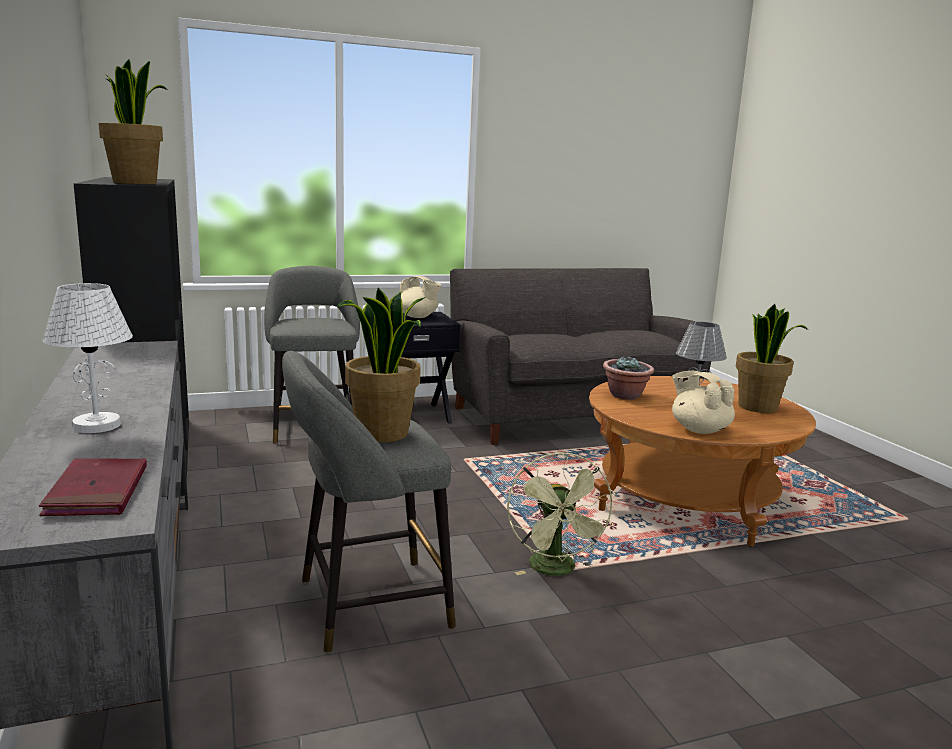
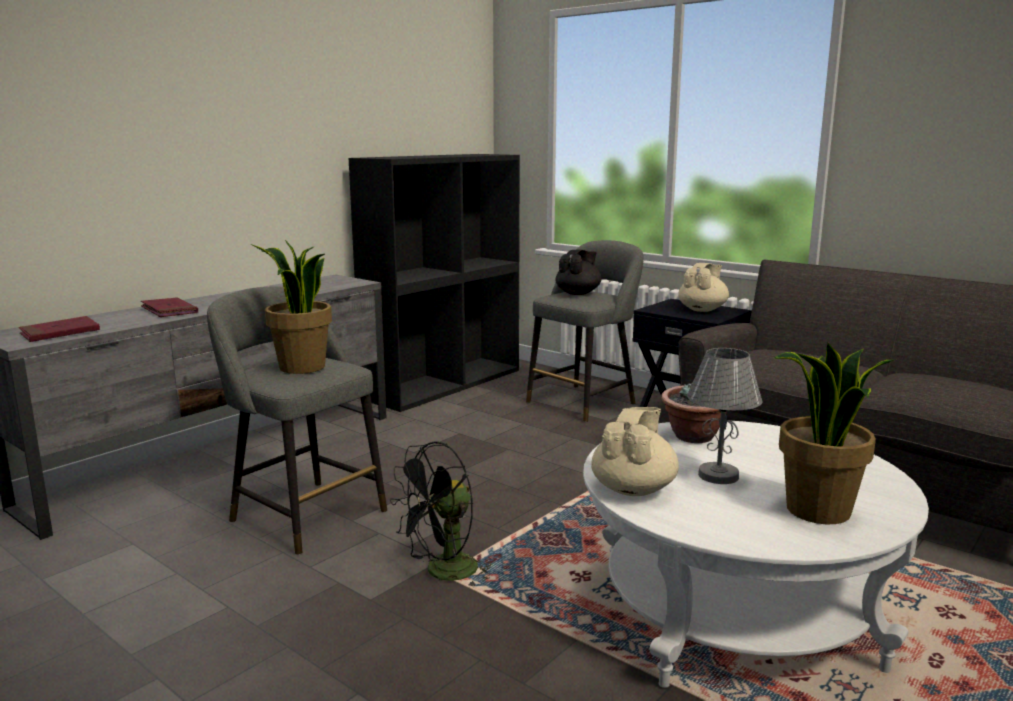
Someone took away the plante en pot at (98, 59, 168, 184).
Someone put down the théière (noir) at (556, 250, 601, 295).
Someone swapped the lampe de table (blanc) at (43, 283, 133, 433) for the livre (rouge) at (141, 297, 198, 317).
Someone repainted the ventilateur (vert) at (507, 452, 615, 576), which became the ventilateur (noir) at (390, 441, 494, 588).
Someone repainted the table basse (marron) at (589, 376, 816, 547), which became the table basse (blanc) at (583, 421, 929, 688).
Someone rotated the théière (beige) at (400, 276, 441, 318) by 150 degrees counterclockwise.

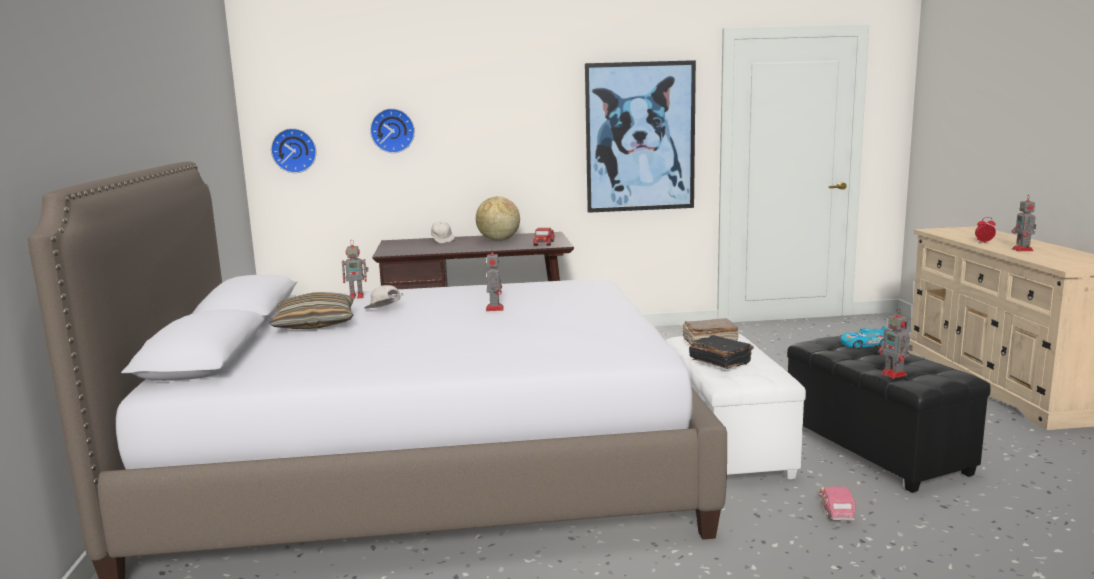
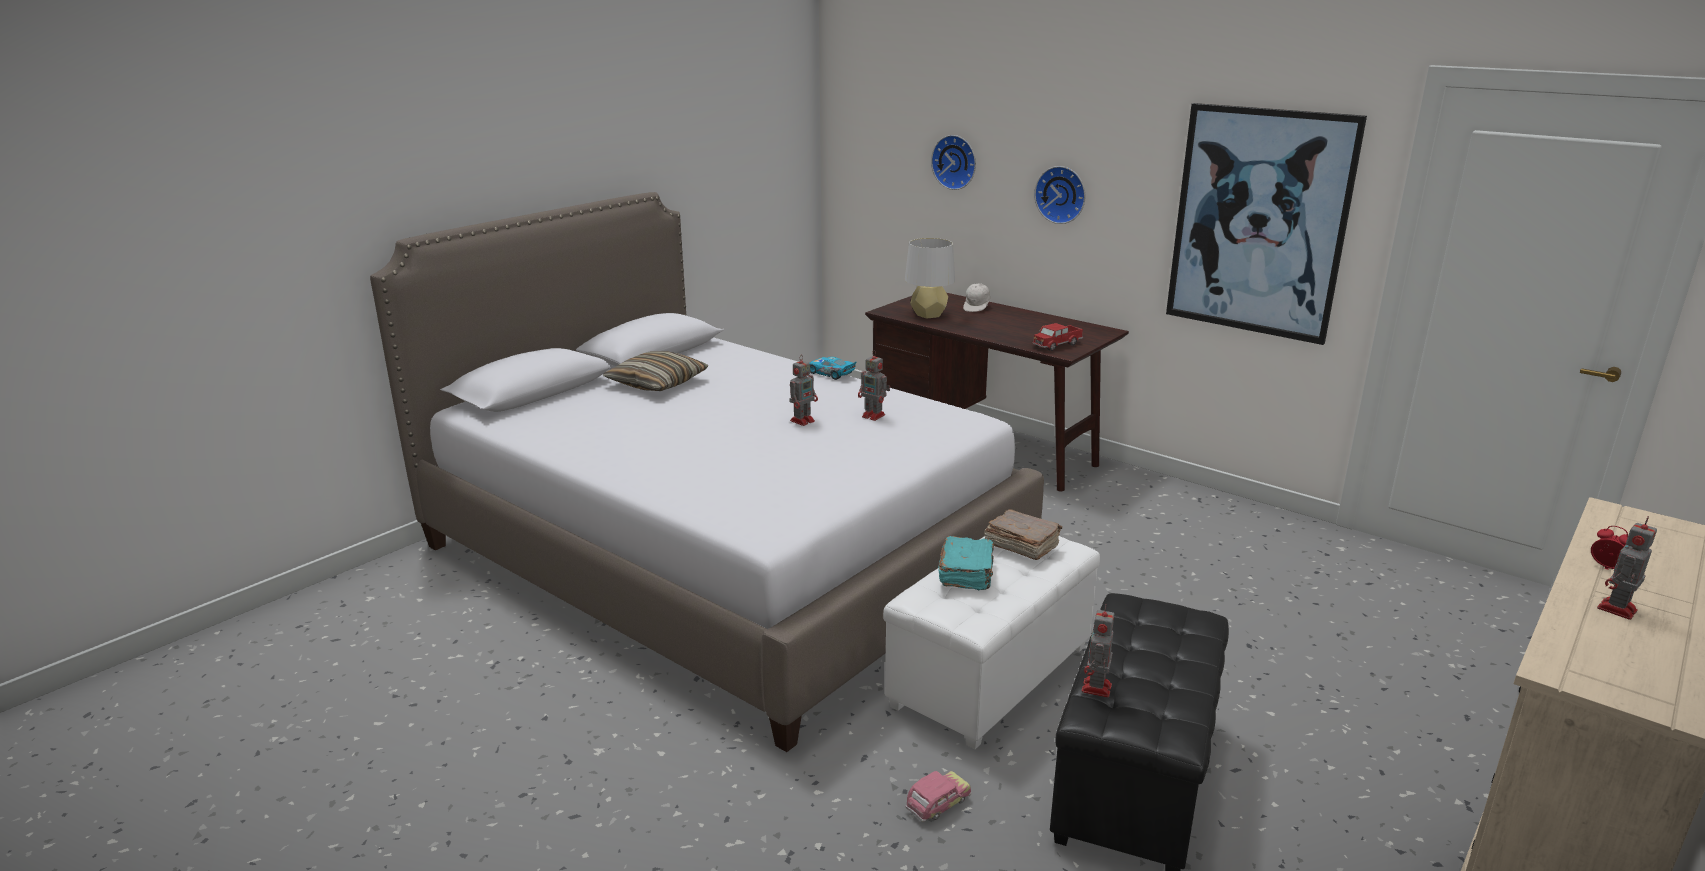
Someone took away the casquette (blanc) at (364, 285, 403, 309).
Someone took away the globe at (476, 196, 520, 241).
Someone put down the lampe de table (gris) at (905, 238, 955, 319).
Someone carried the horloge murale from (271, 128, 317, 173) to (1034, 166, 1085, 224).
Someone carried the robot jouet from (342, 240, 369, 299) to (858, 350, 890, 421).
Someone carried the petite voiture from (840, 326, 887, 349) to (810, 357, 856, 380).
Someone repainted the livre (noir) at (689, 335, 754, 369), which became the livre (turquoise) at (938, 536, 994, 590).

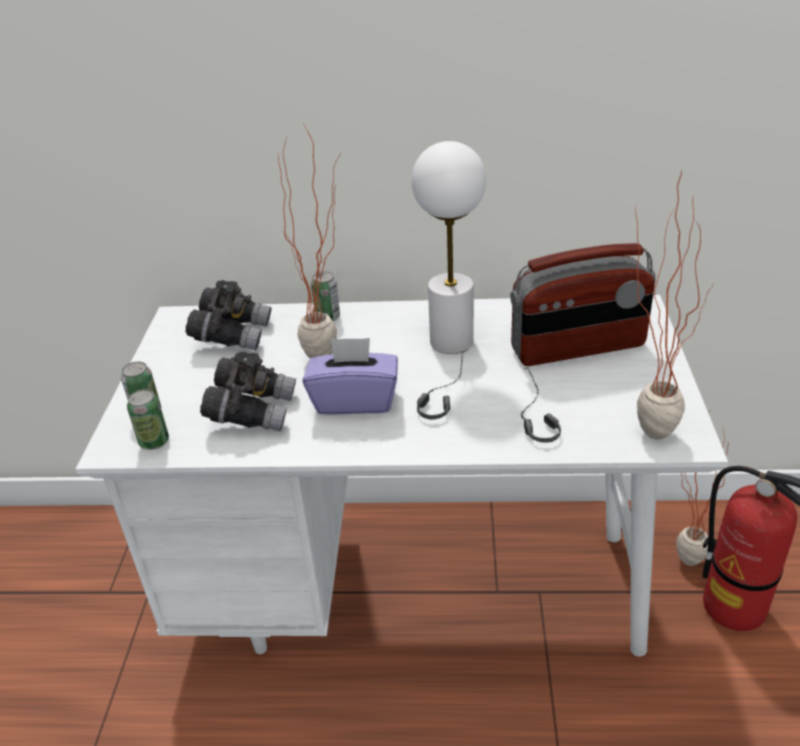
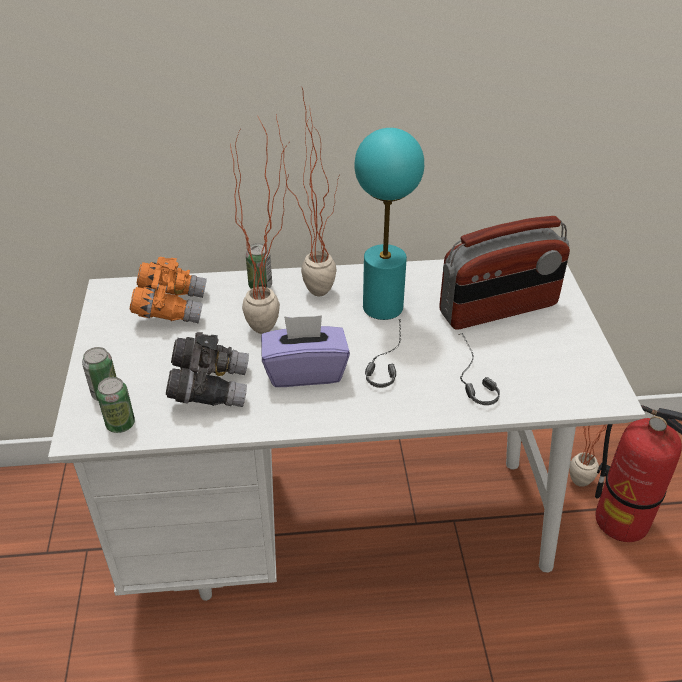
Someone carried the plante en pot from (635, 170, 714, 440) to (276, 88, 340, 296).
Someone repainted the jumelles (gris) at (186, 280, 271, 350), which became the jumelles (orange) at (129, 257, 207, 323).
Someone repainted the lampe de table (blanc) at (412, 141, 486, 354), which became the lampe de table (turquoise) at (354, 128, 424, 320).

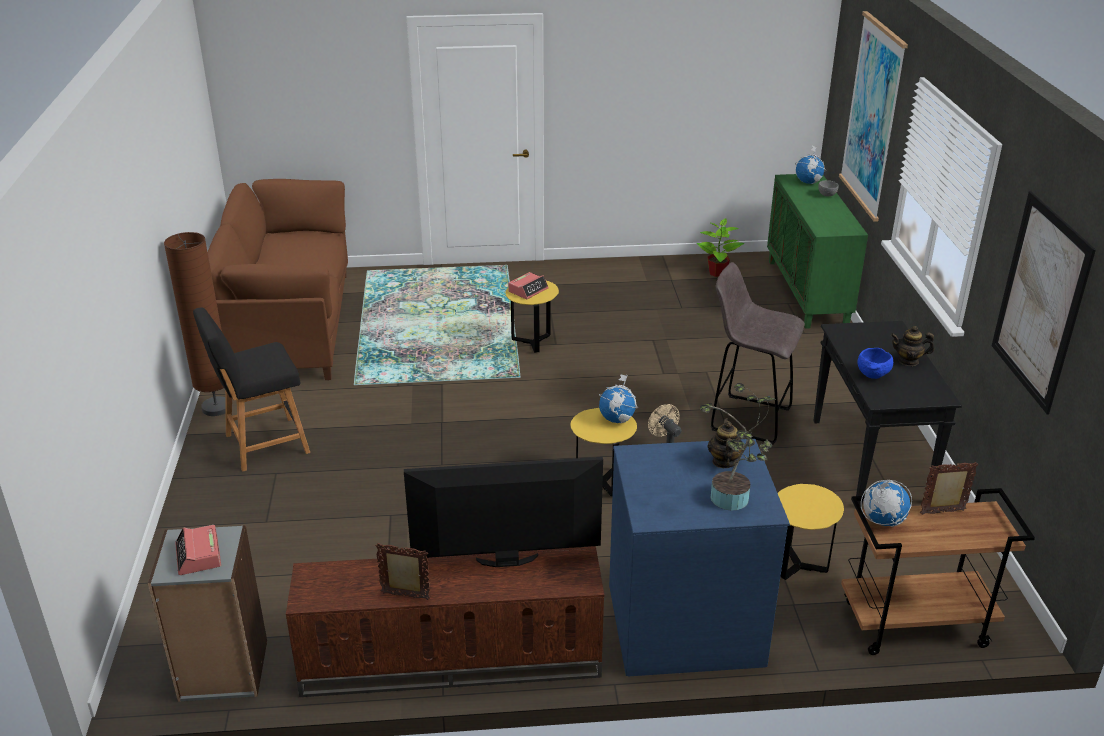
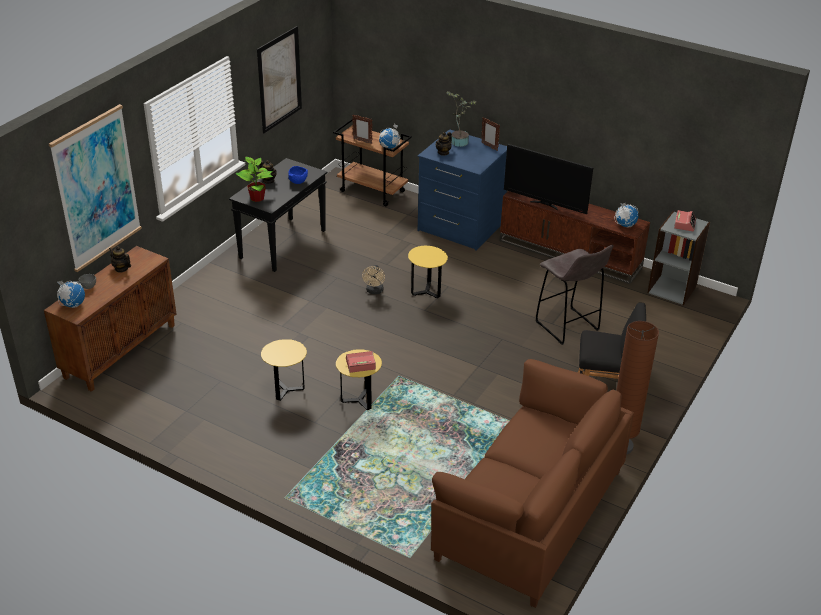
Someone put down the théière at (109, 246, 131, 273).
Someone carried the cadre photo from (375, 543, 430, 600) to (481, 117, 500, 151).
Someone carried the globe from (599, 374, 638, 423) to (614, 203, 638, 228).
Someone carried the plante en pot from (696, 218, 744, 277) to (235, 157, 273, 202).
Someone carried the tabouret (gris) from (711, 262, 805, 445) to (536, 245, 614, 345).
Someone carried the table d'appoint (jaune) from (778, 484, 844, 580) to (261, 339, 307, 401).
Someone repainted the meuble de rangement (vert) at (767, 174, 868, 329), which became the meuble de rangement (marron) at (44, 246, 176, 392).

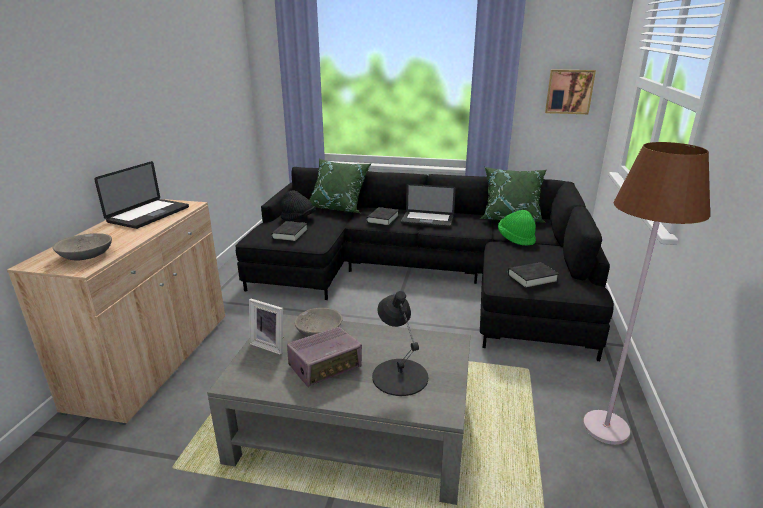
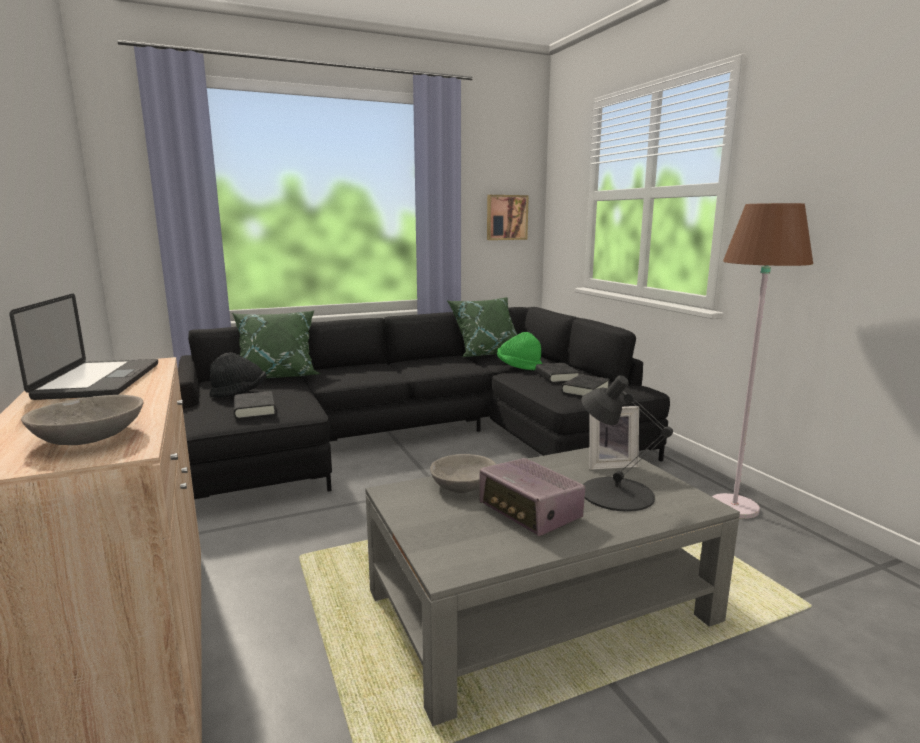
Someone took away the ordinateur portable at (401, 184, 456, 228).
Someone carried the cadre photo from (249, 299, 283, 355) to (589, 406, 639, 470).
Someone carried the livre (noir) from (366, 207, 399, 226) to (536, 363, 580, 383).
Someone rotated the radio at (287, 327, 362, 387) by 120 degrees clockwise.

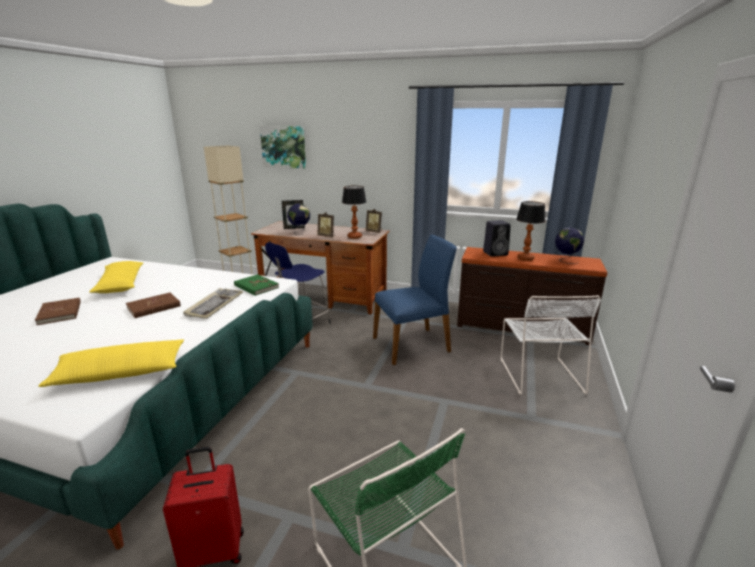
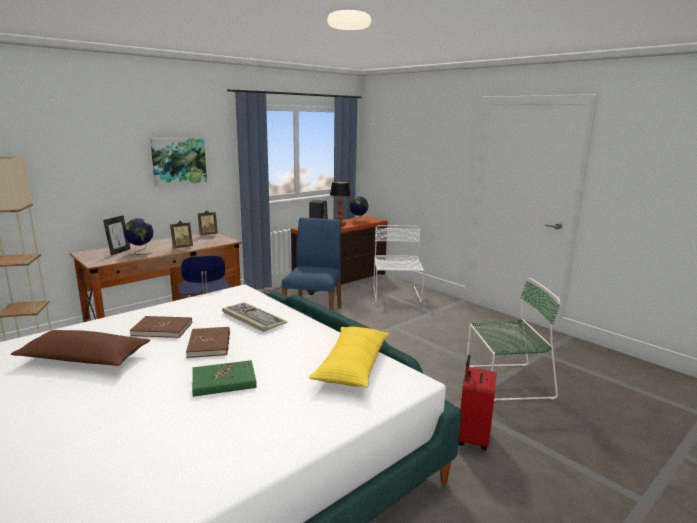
Someone took away the lampe de table at (342, 186, 366, 239).
Someone carried the livre (marron) from (35, 298, 81, 325) to (130, 316, 192, 338).
Someone carried the livre (vert) from (234, 274, 279, 296) to (192, 360, 257, 397).
Someone carried the tableau from (260, 126, 306, 169) to (150, 138, 207, 187).
Someone repainted the coussin (jaune) at (89, 261, 143, 293), which became the coussin (marron) at (11, 330, 150, 366).
Someone rotated the chaise (blanc) at (501, 295, 601, 395) by 120 degrees counterclockwise.

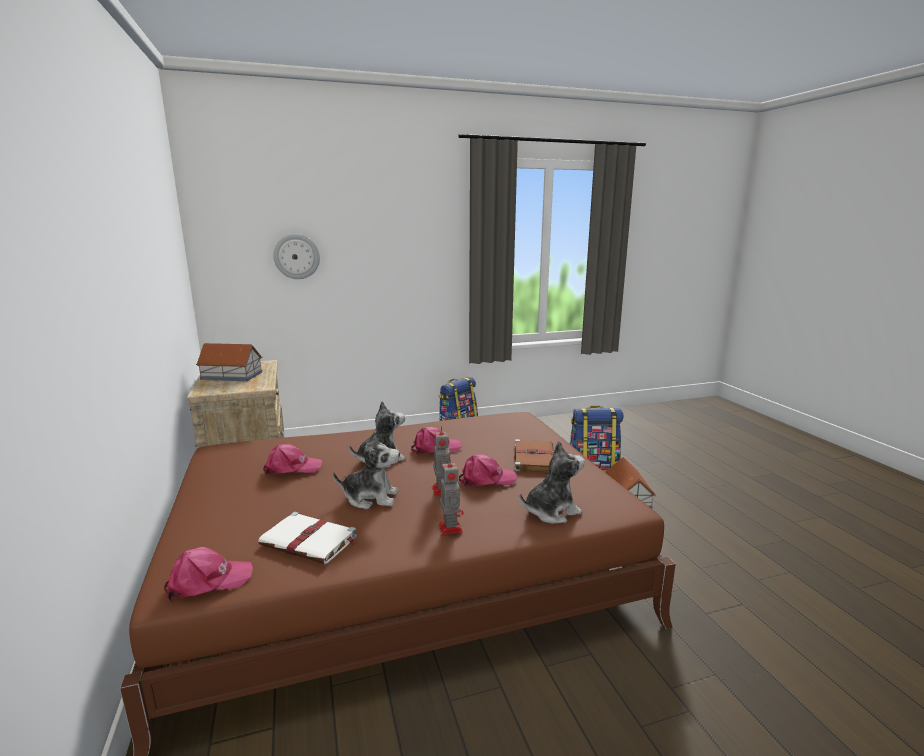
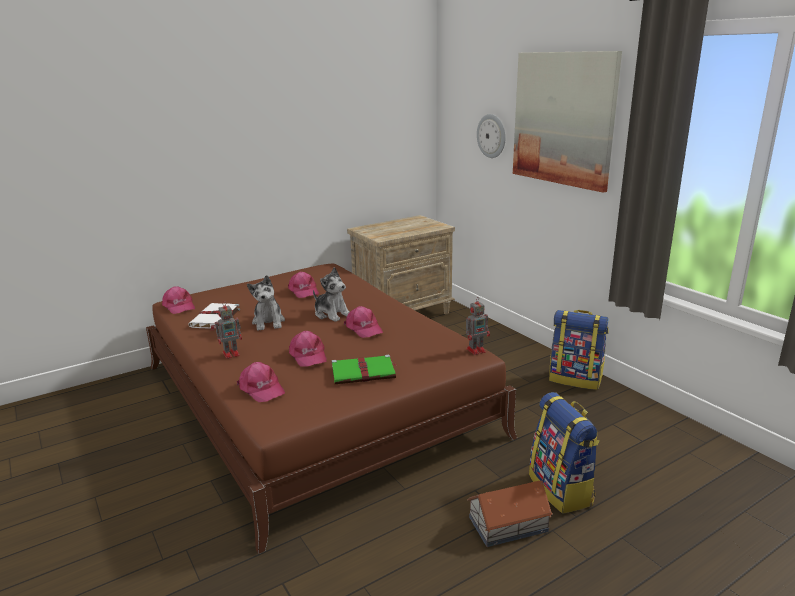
Someone took away the maison miniature at (196, 343, 263, 381).
Someone put up the tableau at (513, 51, 622, 193).
Someone carried the robot jouet from (432, 426, 450, 495) to (466, 298, 490, 355).
Someone swapped the peluche at (520, 441, 585, 524) for the casquette (rose) at (237, 362, 285, 402).
Someone repainted the livre (marron) at (515, 439, 554, 472), which became the livre (vert) at (331, 355, 396, 384).

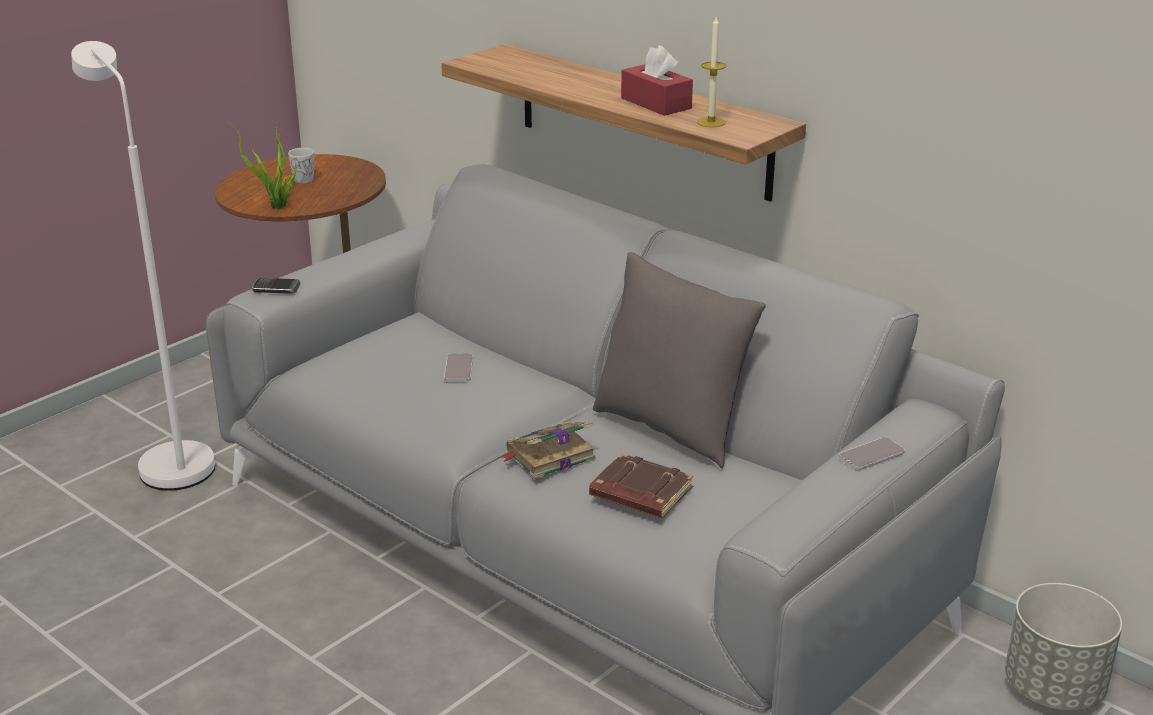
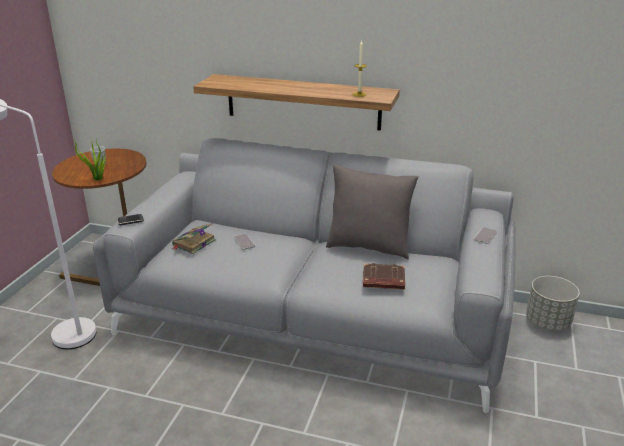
Someone took away the boîte à mouchoirs (rouge) at (621, 45, 693, 116).
Someone carried the livre from (499, 422, 596, 479) to (172, 223, 216, 254).

